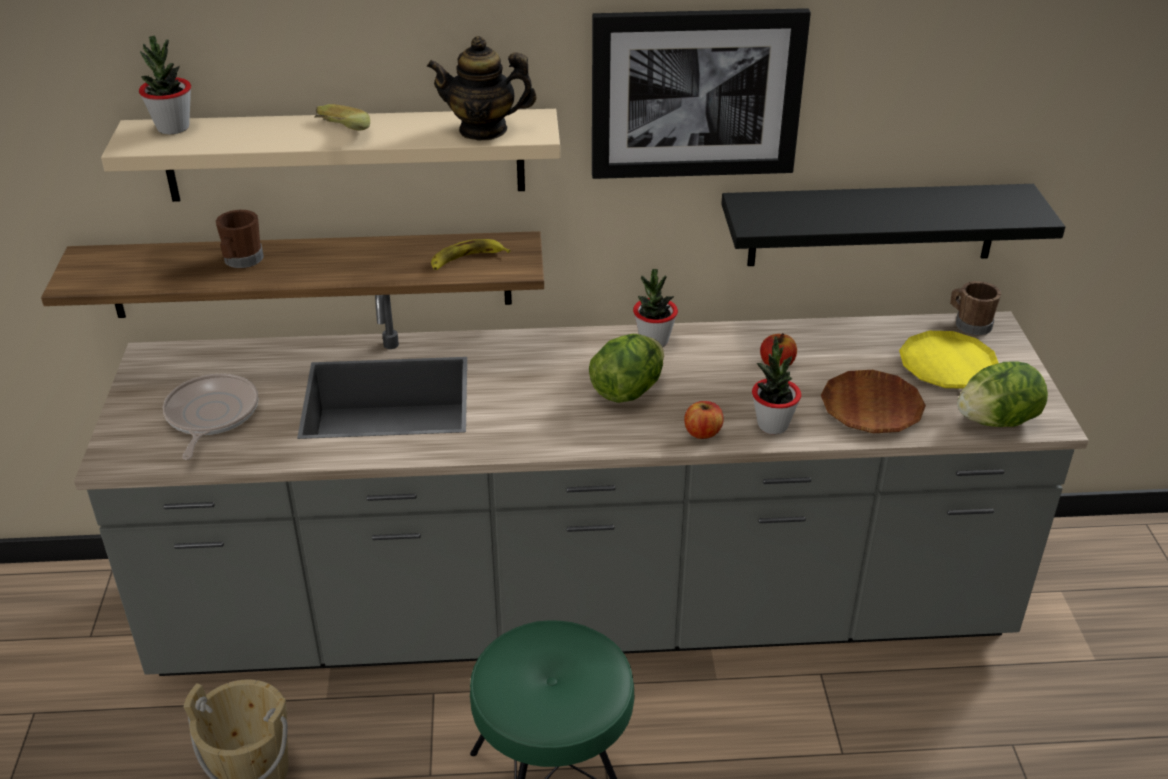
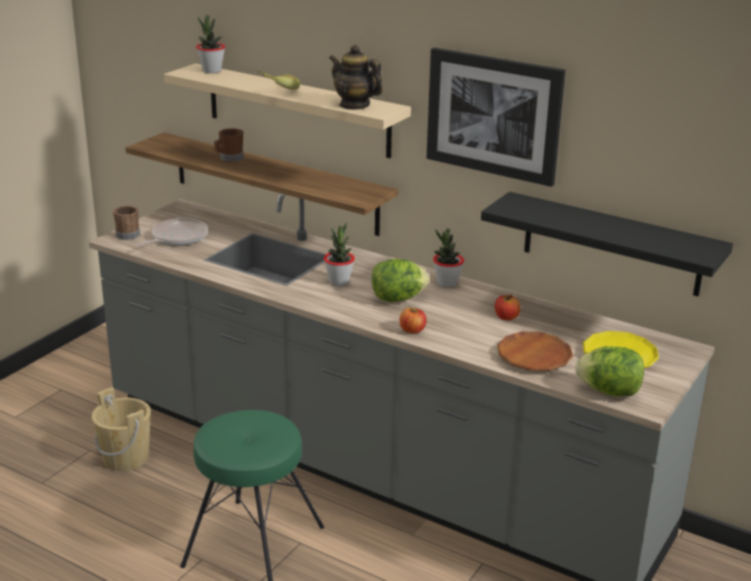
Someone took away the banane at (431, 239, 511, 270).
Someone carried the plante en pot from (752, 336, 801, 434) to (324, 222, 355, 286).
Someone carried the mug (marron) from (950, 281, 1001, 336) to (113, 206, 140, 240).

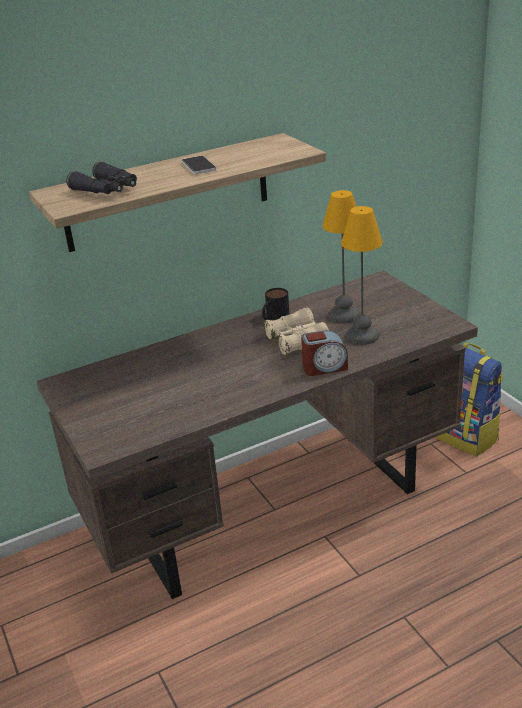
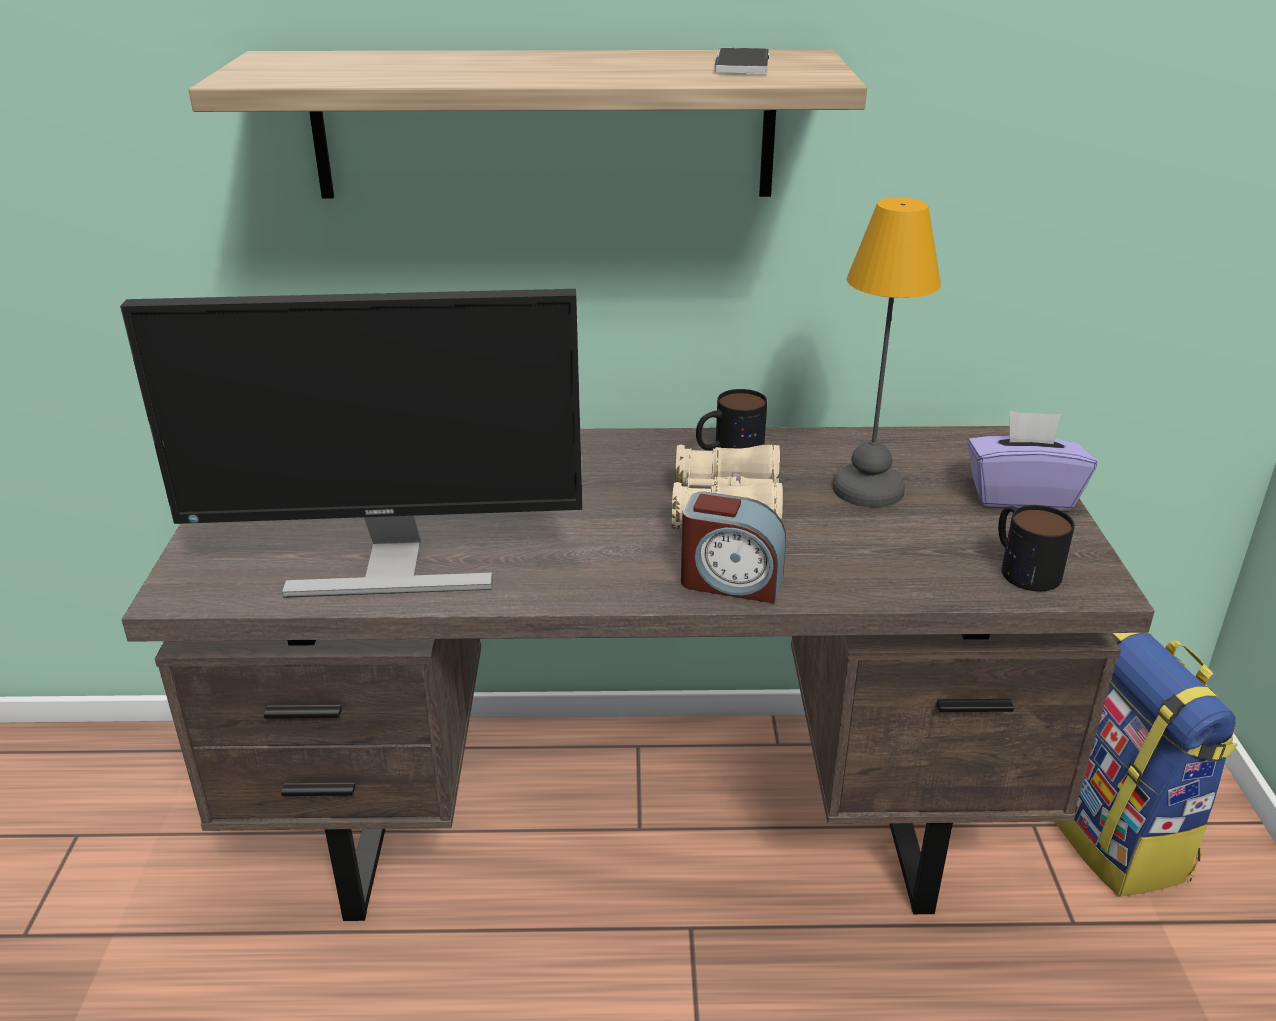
Someone took away the jumelles (noir) at (66, 161, 137, 194).
Someone took away the lampe de table at (341, 206, 383, 345).
Someone put down the écran d'ordinateur at (120, 289, 583, 598).
Someone put down the boîte à mouchoirs (violet) at (967, 411, 1097, 510).
Someone put down the mug at (998, 505, 1075, 591).
Someone carried the téléphone from (182, 156, 216, 175) to (714, 48, 769, 73).

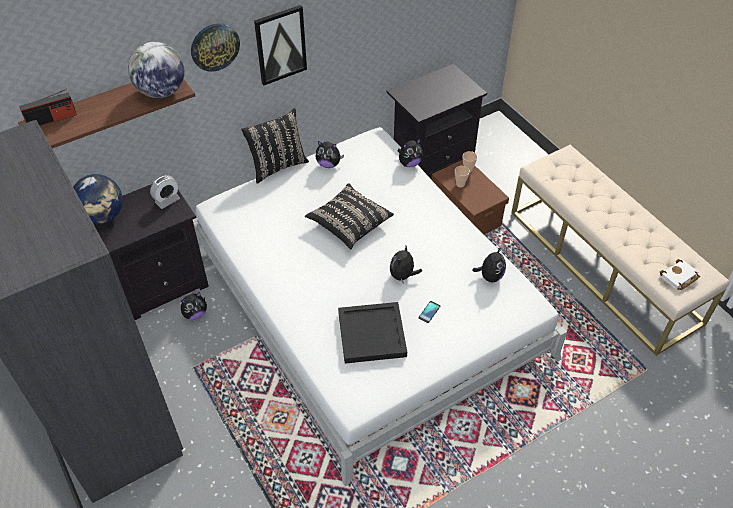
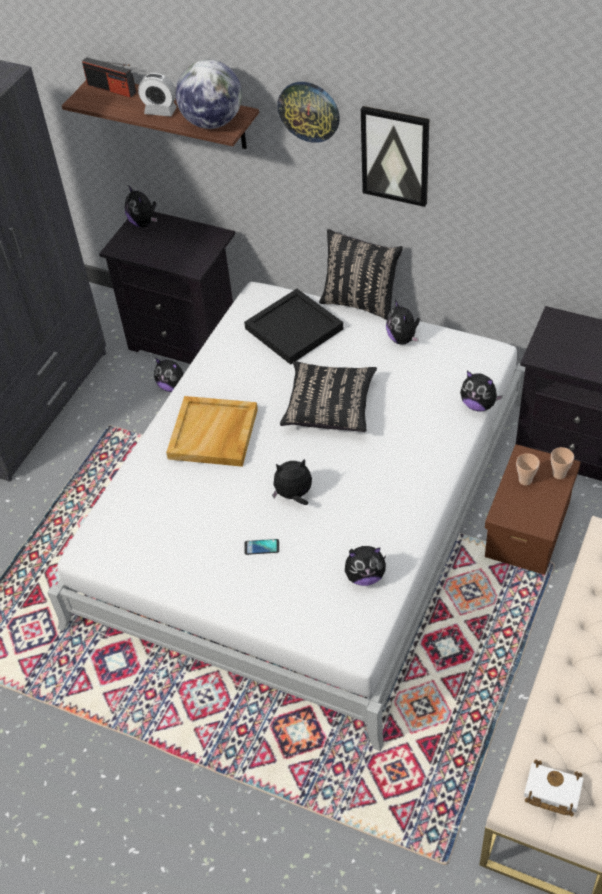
Someone put down the plateau (beige) at (166, 396, 258, 467).
Someone carried the réveil from (150, 175, 180, 209) to (138, 73, 177, 117).
Someone carried the plateau (noir) from (338, 302, 407, 364) to (244, 289, 343, 365).
Someone swapped the globe at (73, 174, 123, 224) for the peluche at (125, 185, 158, 227).

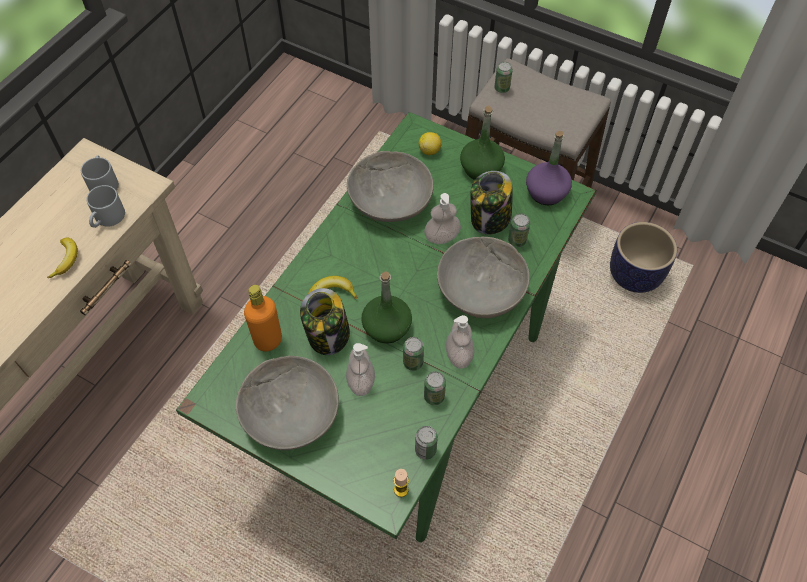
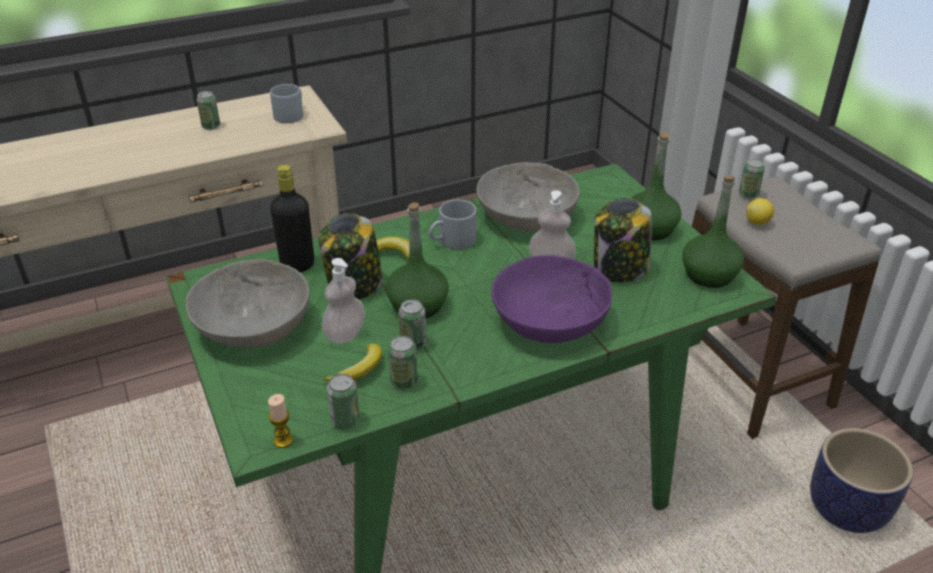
Someone took away the distributeur de savon at (446, 315, 474, 369).
Someone carried the banane from (47, 238, 78, 278) to (322, 344, 382, 381).
Someone carried the mug (gris) from (86, 185, 125, 228) to (429, 200, 476, 249).
Someone carried the citron from (419, 132, 442, 155) to (746, 198, 774, 225).
Someone carried the boîte métallique from (508, 213, 530, 247) to (196, 91, 220, 130).
Someone repainted the bouteille (orange) at (244, 285, 282, 352), which became the bouteille (noir) at (270, 165, 314, 272).
Someone repainted the bol (gris) at (437, 237, 530, 318), which became the bol (violet) at (491, 255, 613, 343).
Someone repainted the bouteille (violet) at (526, 131, 572, 205), which became the bouteille (vert) at (682, 175, 744, 288).

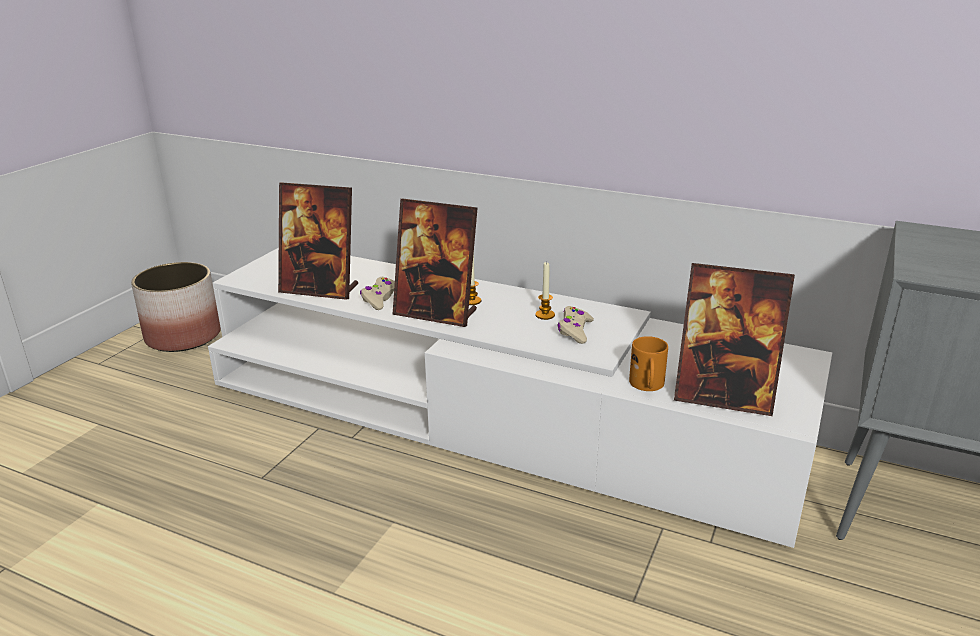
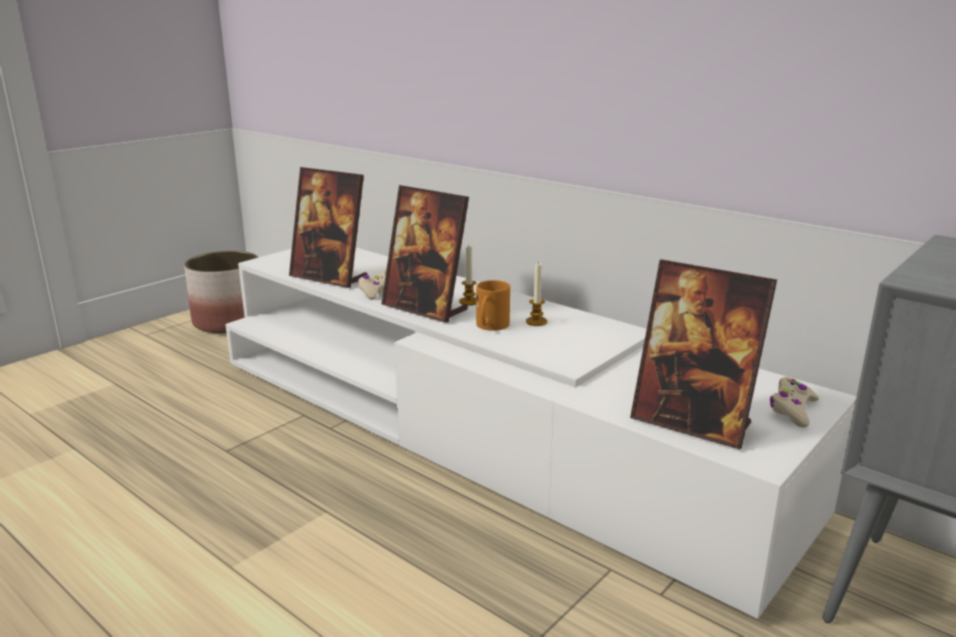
Someone carried the manette (beige) from (557, 306, 594, 344) to (770, 377, 819, 428).
Someone carried the mug (orange) from (629, 336, 668, 391) to (476, 280, 510, 331).

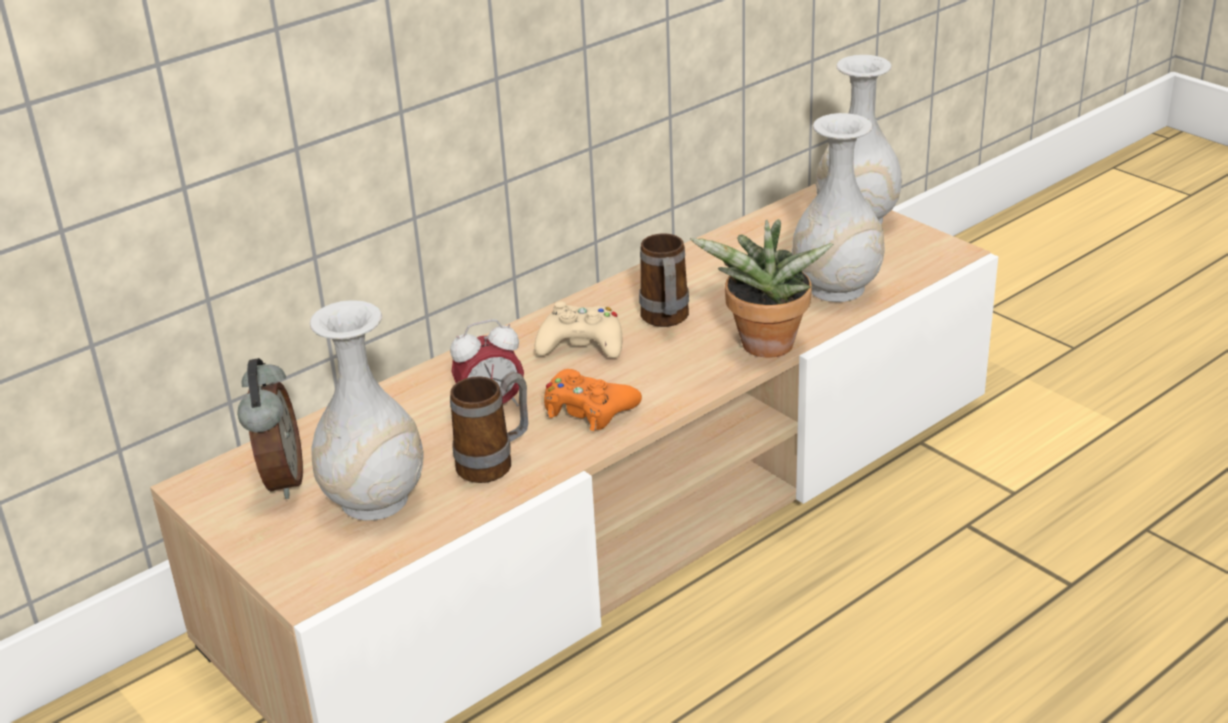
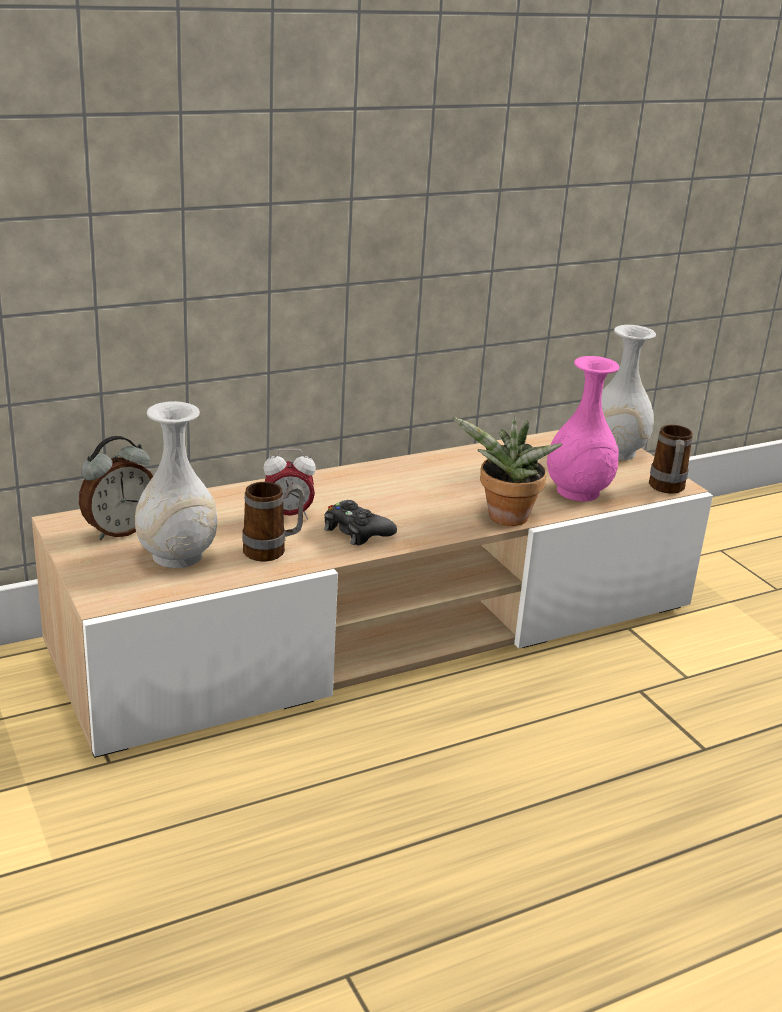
Someone took away the manette (beige) at (535, 301, 623, 358).
Someone carried the mug from (639, 233, 689, 327) to (649, 425, 693, 494).
Someone repainted the manette (orange) at (544, 369, 642, 431), which became the manette (noir) at (324, 500, 397, 545).
Someone repainted the vase (blanc) at (792, 113, 885, 302), which became the vase (rose) at (547, 356, 619, 501).
Someone rotated the réveil at (237, 358, 303, 499) by 45 degrees clockwise.

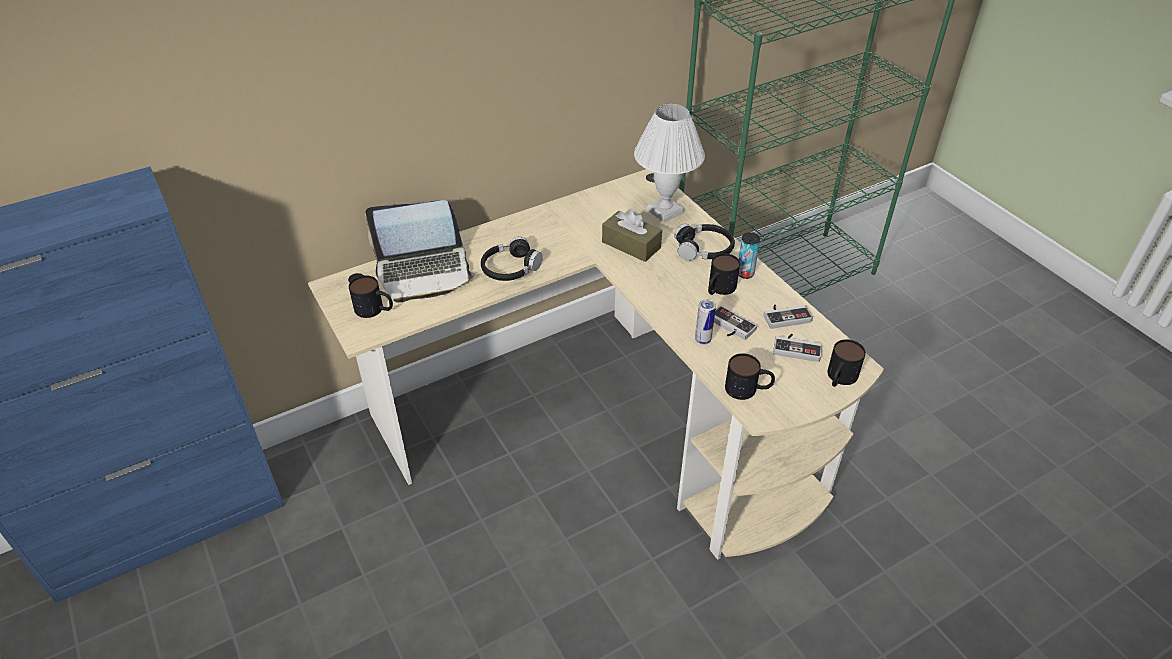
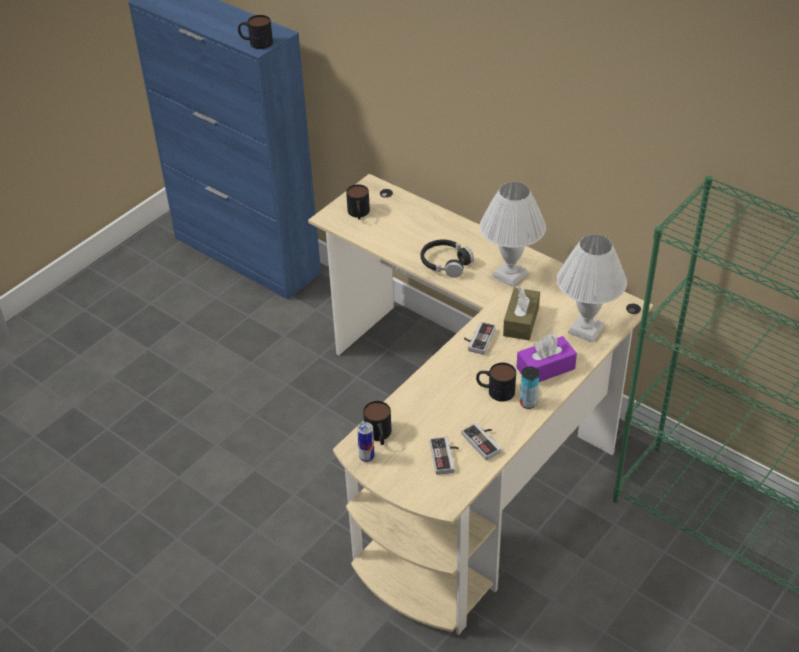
Someone took away the ordinateur portable at (365, 200, 475, 303).
Someone put down the lampe de table (blanc) at (480, 182, 546, 287).
Someone carried the boîte métallique from (695, 299, 716, 345) to (357, 422, 375, 462).
Someone carried the manette from (714, 306, 757, 340) to (464, 322, 496, 355).
Someone carried the mug from (827, 339, 866, 387) to (238, 15, 273, 49).
Someone swapped the casque audio (noir) at (674, 224, 735, 261) for the boîte à mouchoirs (violet) at (516, 334, 577, 382).

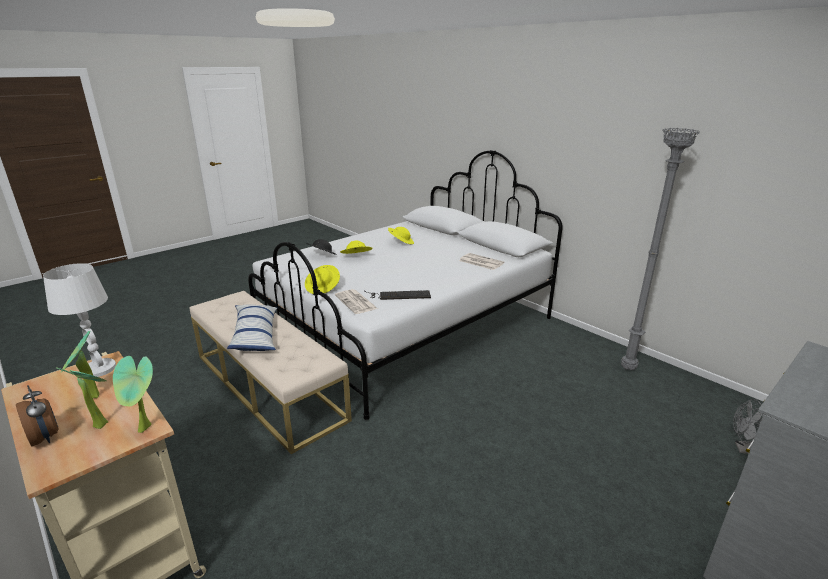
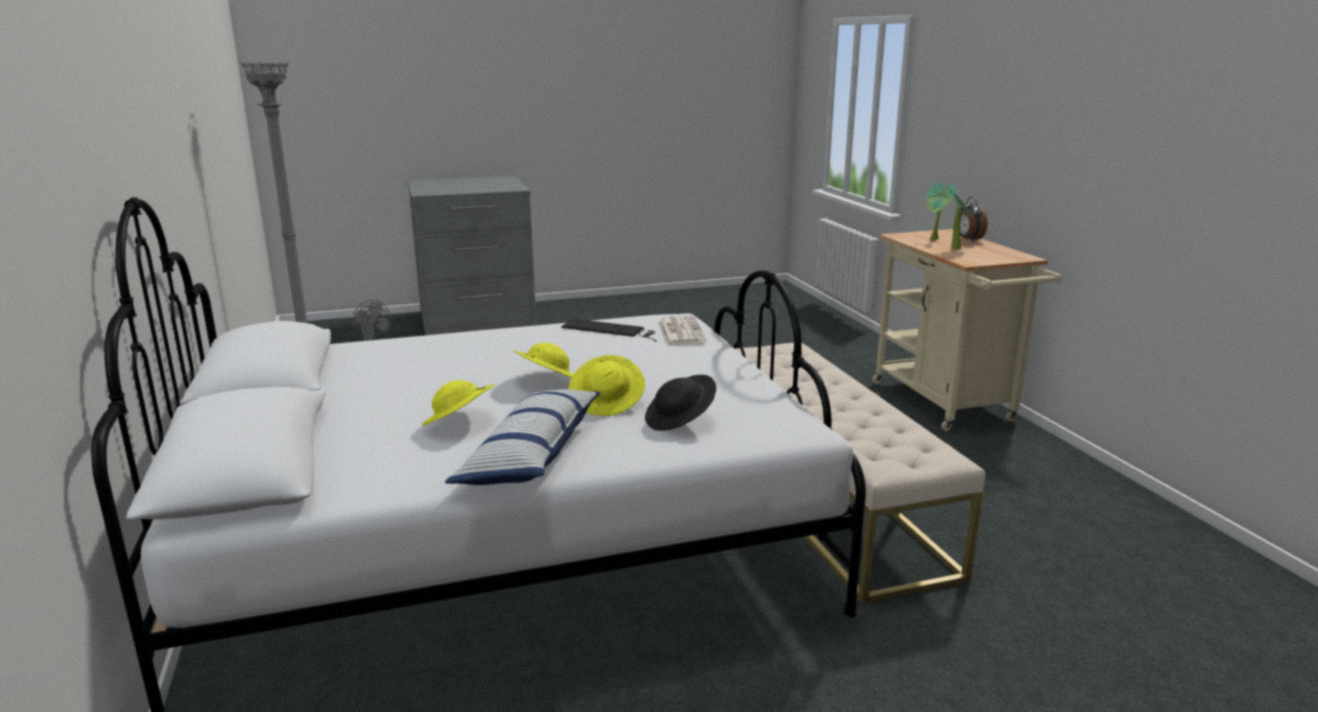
Someone took away the lampe de table (blanc) at (43, 263, 116, 377).
Someone took away the plante en pot at (113, 356, 153, 433).
Someone took away the journal at (459, 253, 504, 270).
Someone carried the coussin from (227, 304, 277, 351) to (445, 389, 601, 485).
Someone carried the chapeau (jaune) from (305, 265, 340, 294) to (513, 343, 573, 378).

